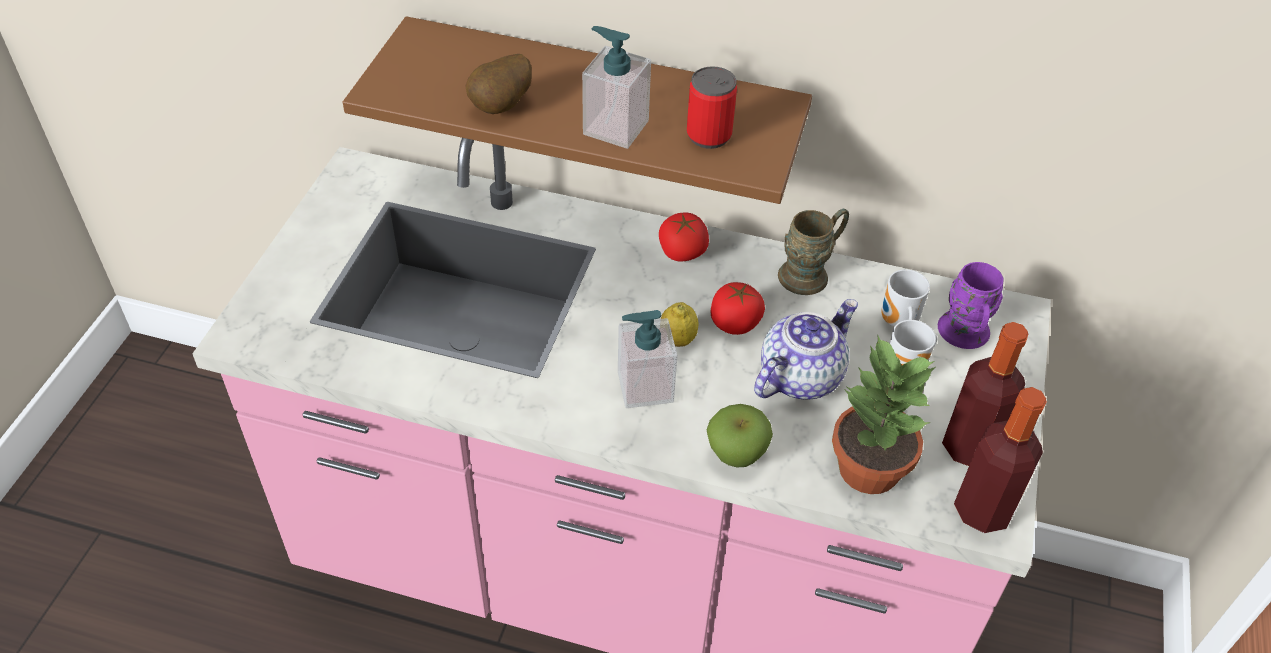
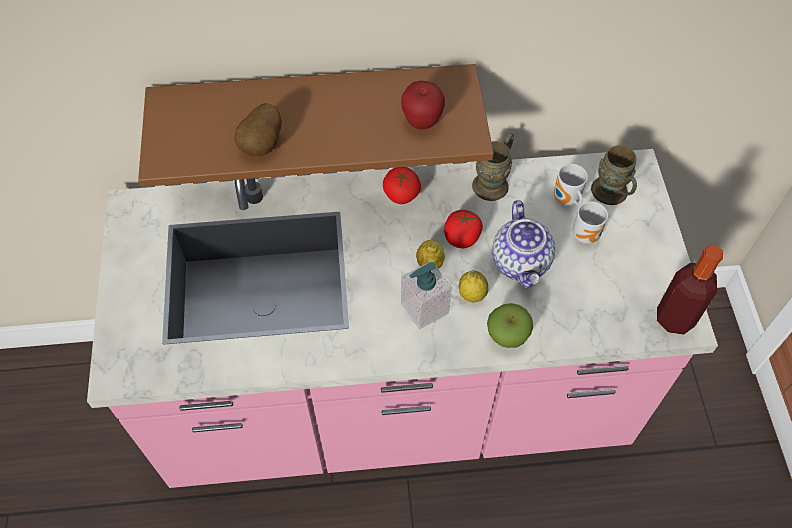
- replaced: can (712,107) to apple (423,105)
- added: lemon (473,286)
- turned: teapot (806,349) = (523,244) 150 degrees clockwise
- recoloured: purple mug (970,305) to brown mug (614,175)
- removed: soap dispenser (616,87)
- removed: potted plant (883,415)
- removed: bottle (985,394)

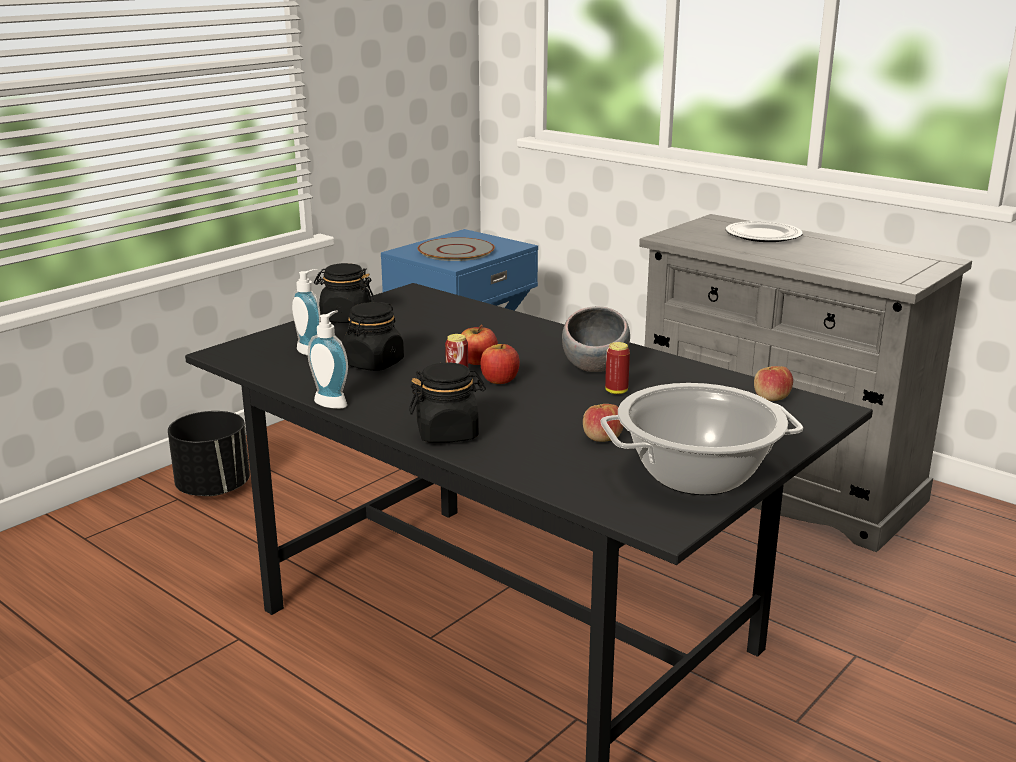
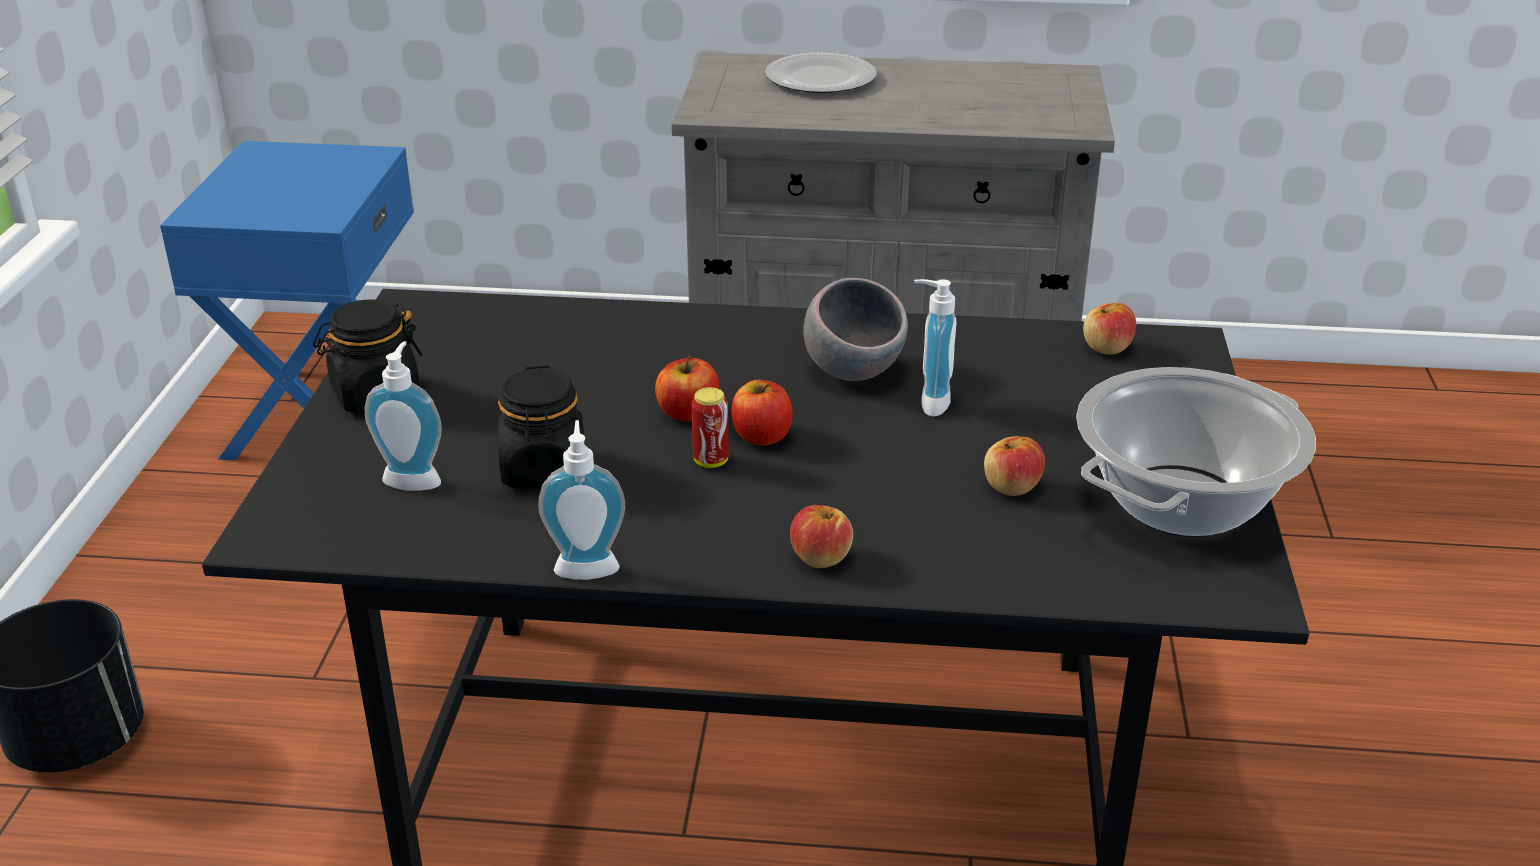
- replaced: black jar (447,402) to apple (821,536)
- replaced: can (617,368) to soap dispenser (935,348)
- removed: grey plate (456,249)

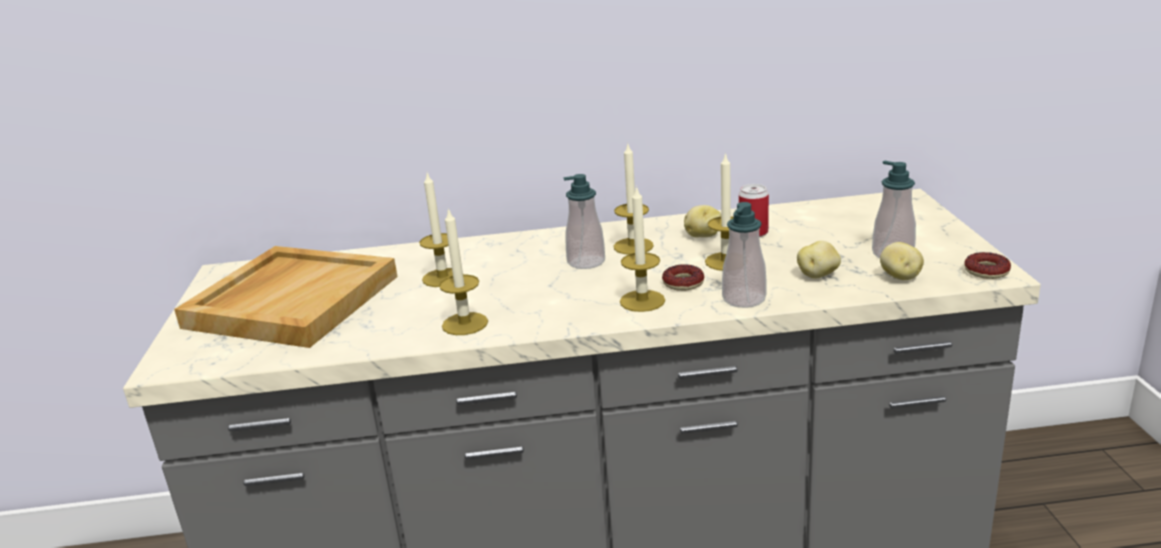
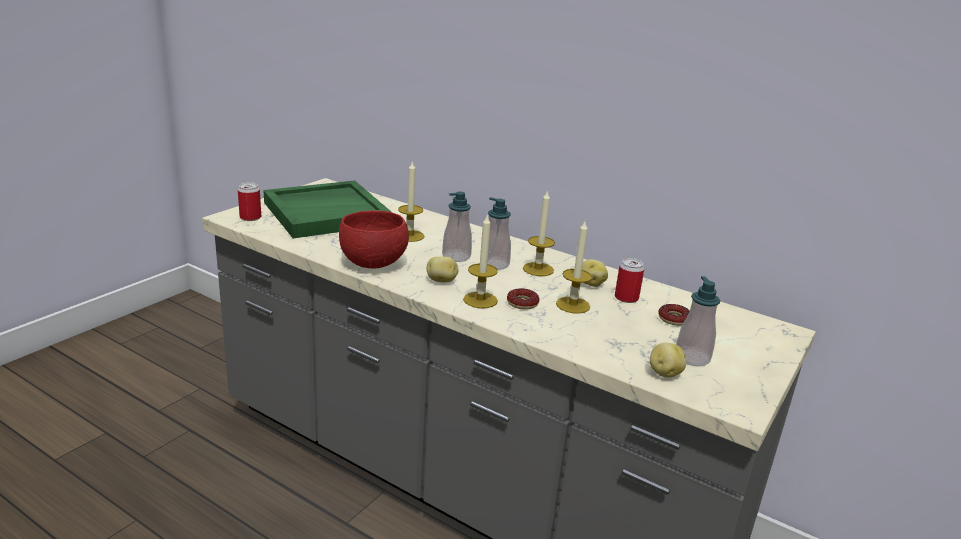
- added: can (249,201)
- recoloured: beige tray (286,297) to green tray (327,209)
- replaced: candle (463,271) to red bowl (374,239)
- moved: potato (819,260) to (443,270)
- moved: soap dispenser (744,255) to (457,227)
- moved: donut (987,265) to (674,315)

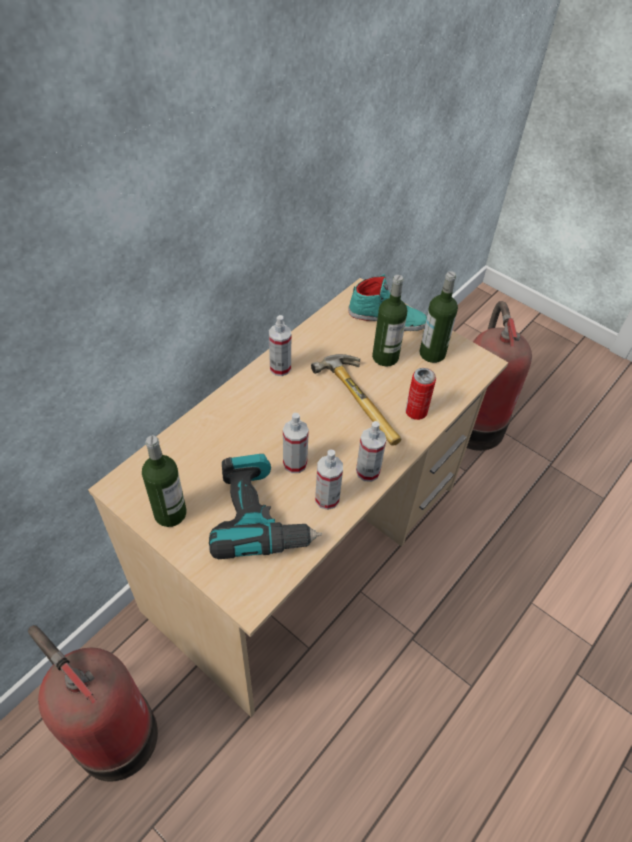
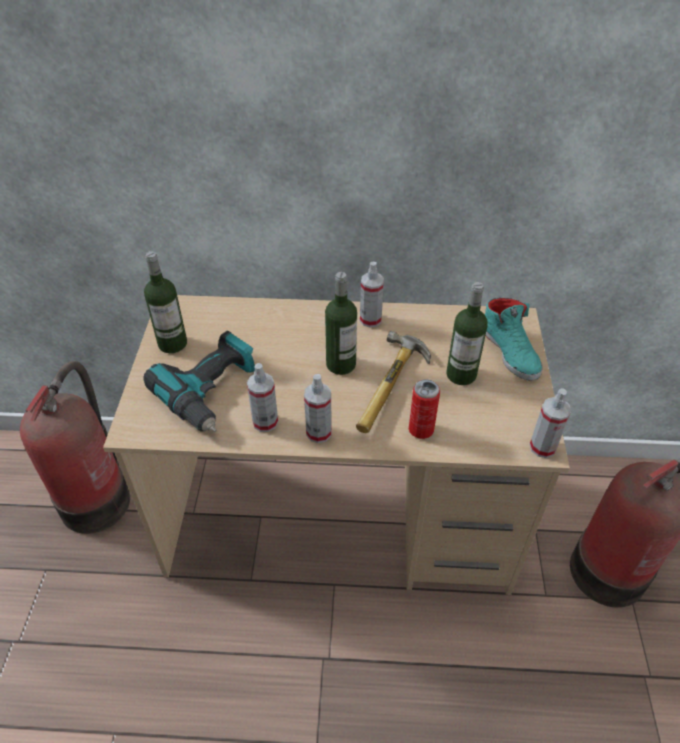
- moved: bottle (438,317) to (341,323)
- moved: spray bottle (296,443) to (550,423)

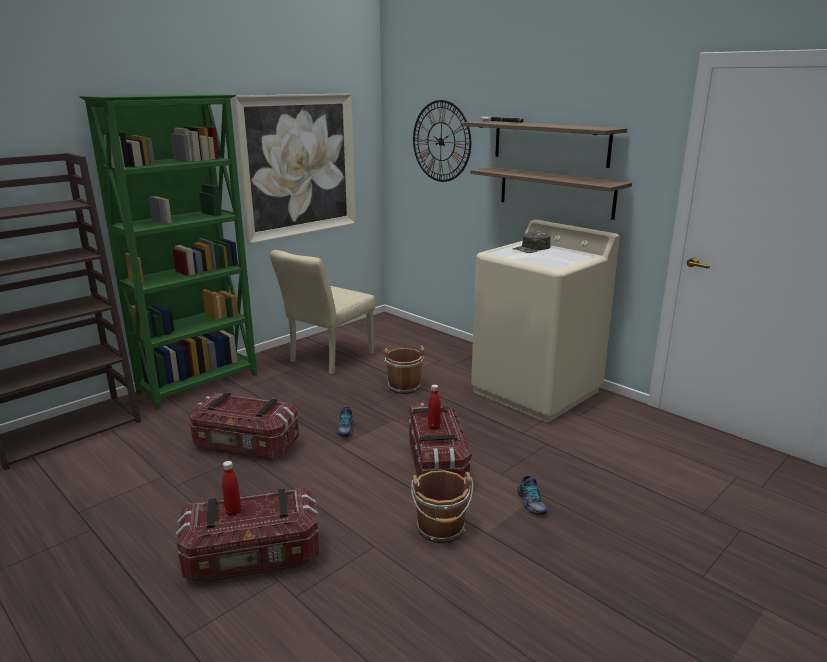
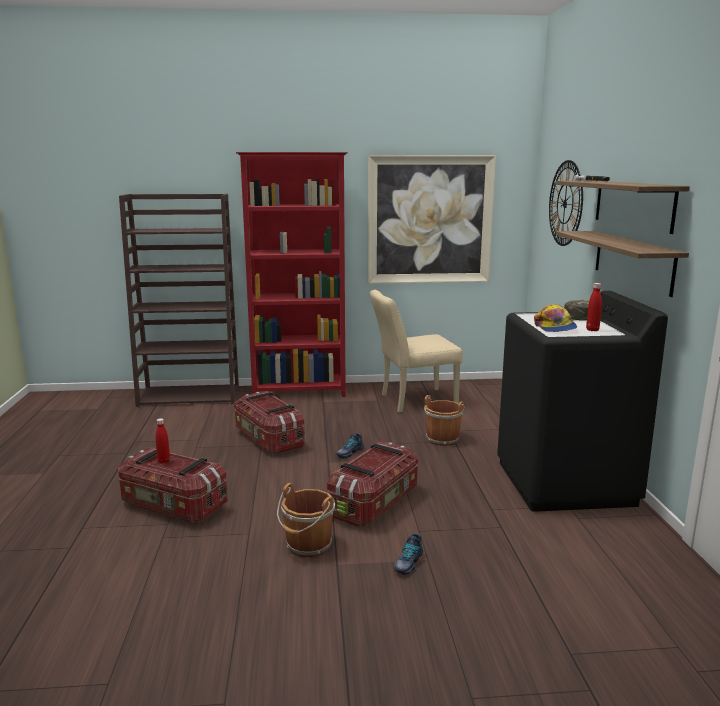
- recoloured: green bookcase (168,251) to red bookcase (292,274)
- recoloured: beige washing machine (545,321) to black washing machine (582,401)
- added: cap (555,318)
- moved: red bottle (434,407) to (594,307)

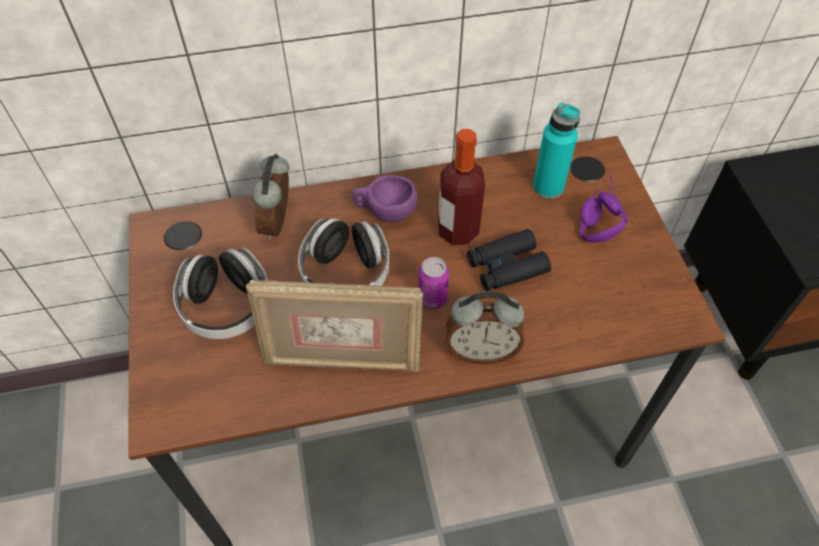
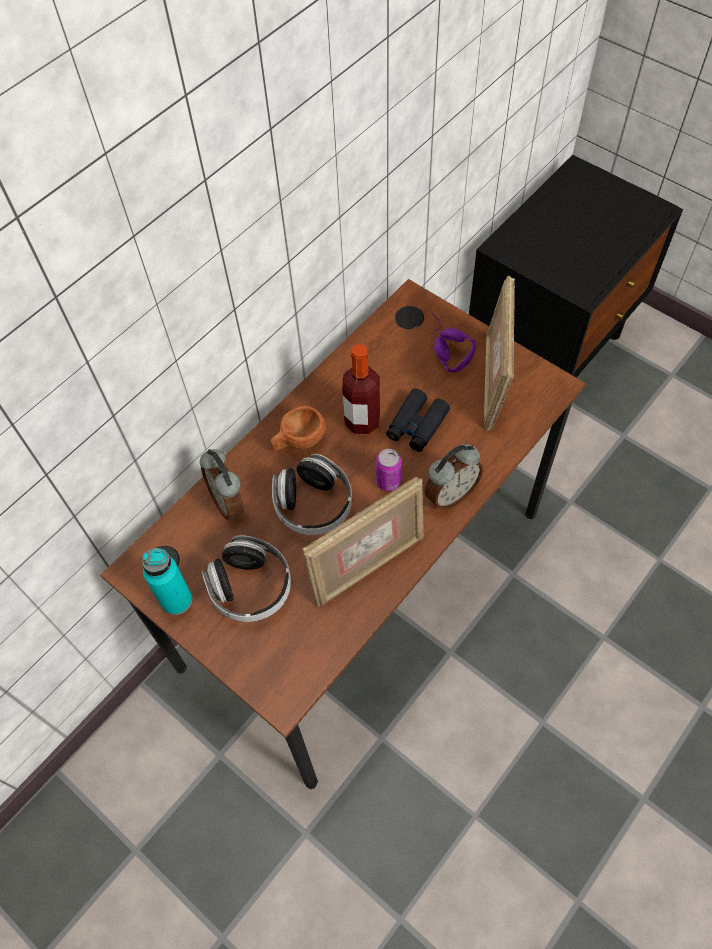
- moved: turquoise bottle (556,151) to (167,581)
- recoloured: purple cup (384,198) to brown cup (298,428)
- added: picture frame (499,353)

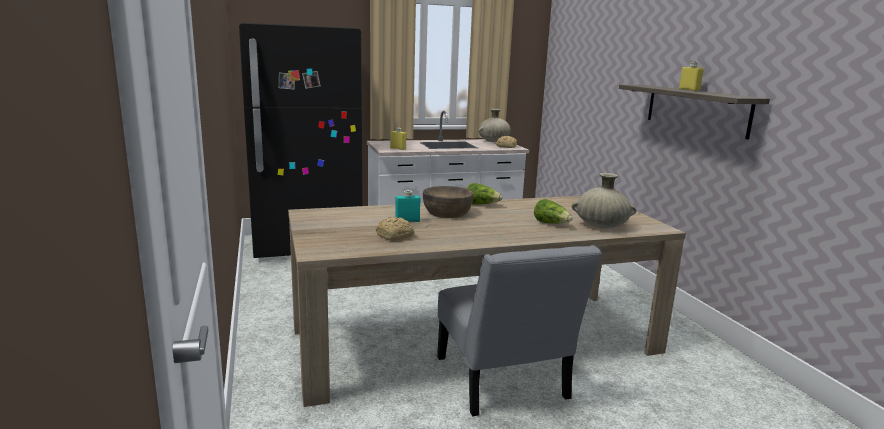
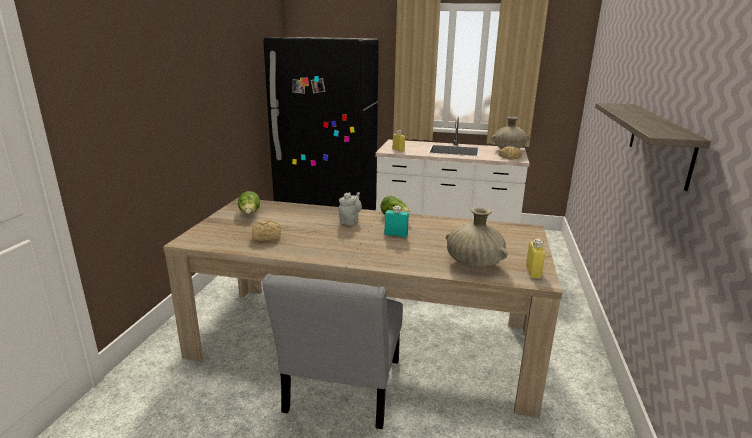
- moved: lettuce (553,211) to (249,202)
- replaced: brown bowl (448,202) to grey teapot (350,208)
- moved: turquoise bottle (407,206) to (396,222)
- moved: yellow bottle (691,76) to (535,259)

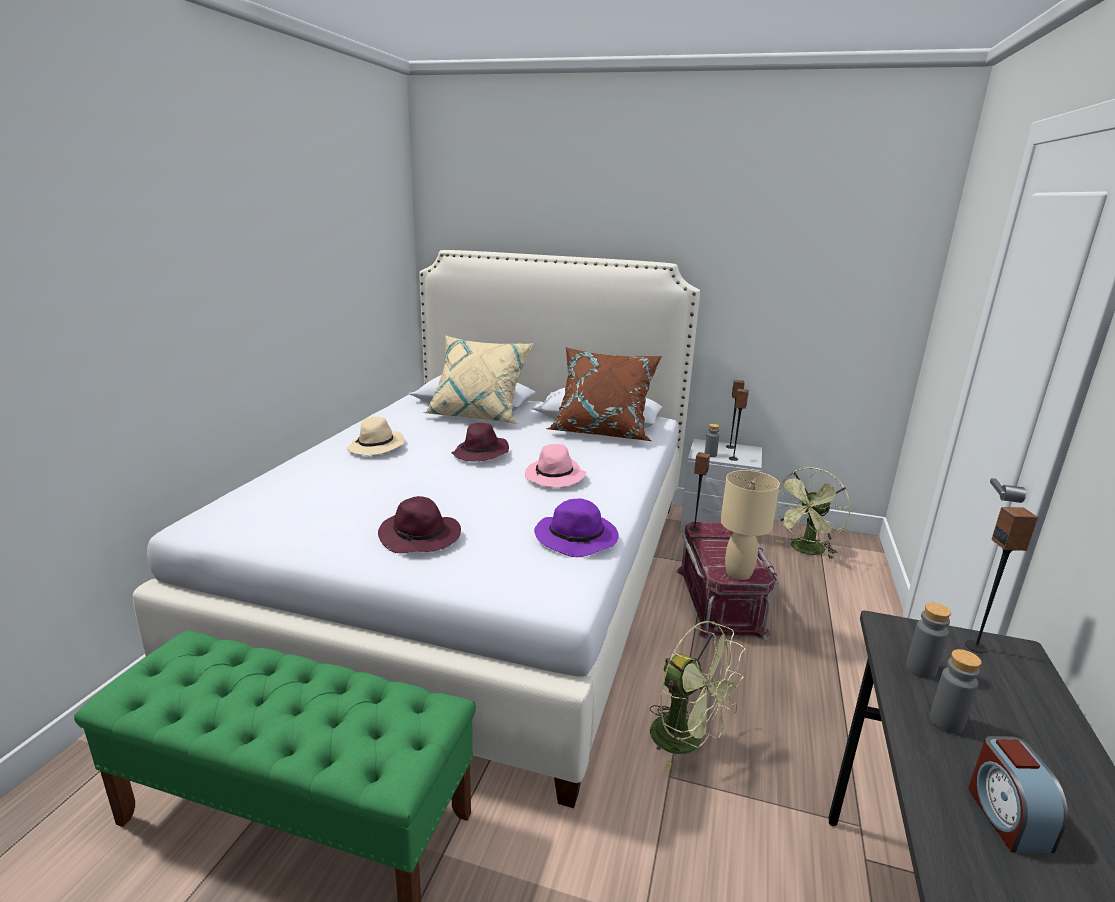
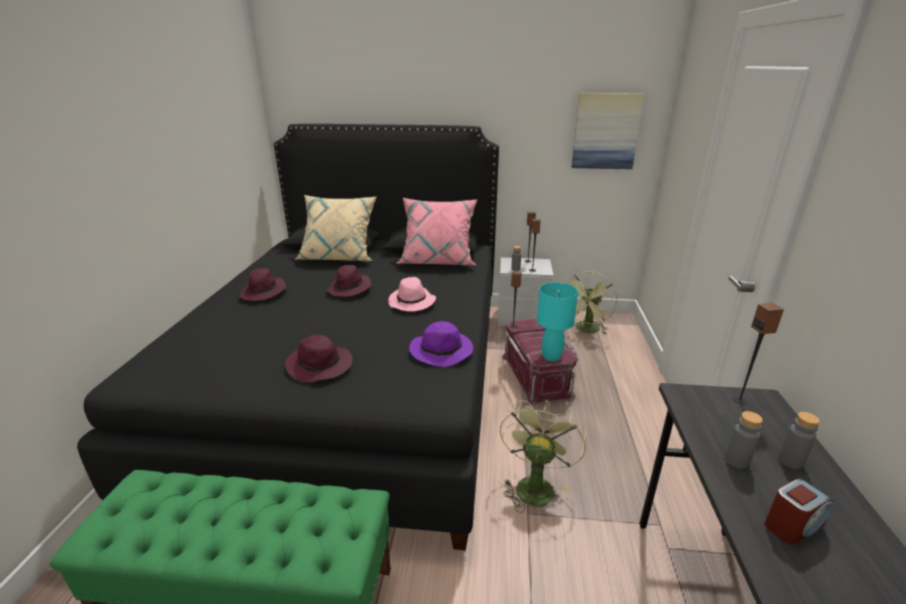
- recoloured: white bed (416,529) to black bed (288,337)
- recoloured: beige hat (375,436) to purple hat (262,284)
- recoloured: brown pillow (604,394) to pink pillow (437,231)
- turned: green fan (698,696) = (543,456) 105 degrees counterclockwise
- recoloured: beige table lamp (750,525) to turquoise table lamp (557,322)
- added: picture (608,131)
- turned: alarm clock (1018,794) = (799,512) 105 degrees counterclockwise
- moved: grey bottle (928,640) to (799,440)

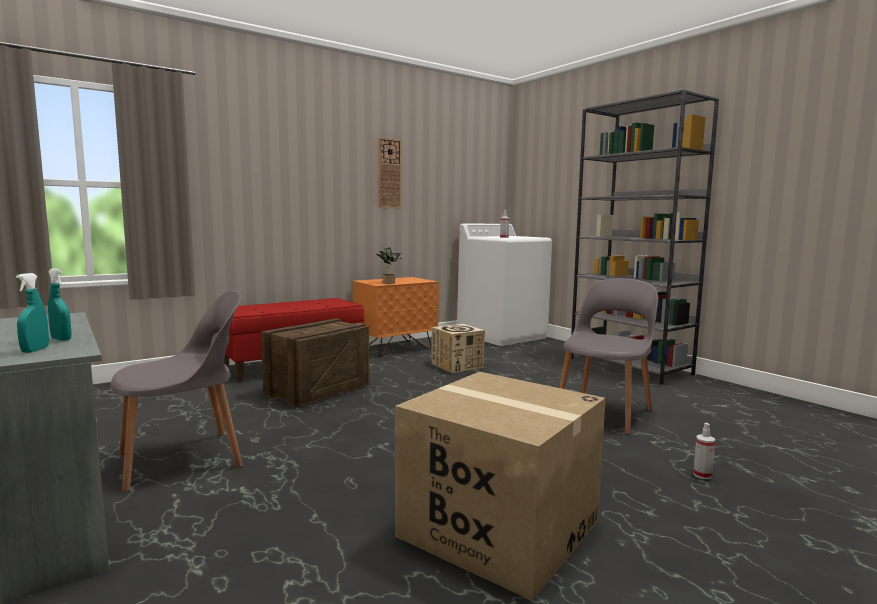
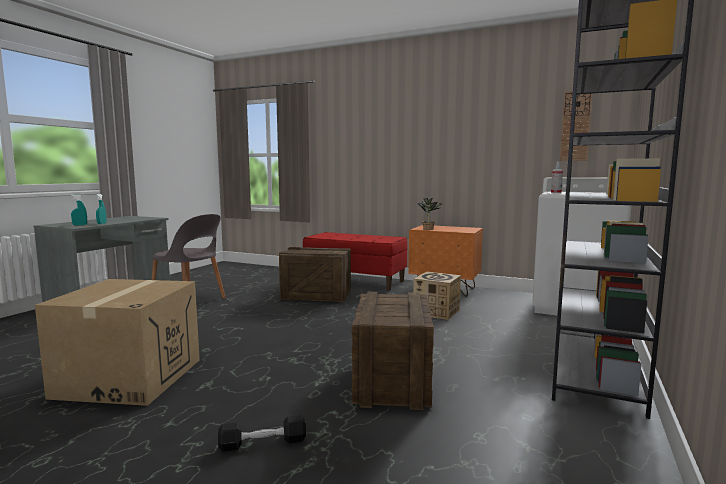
- replaced: spray bottle (704,451) to black dumbbell (262,433)
- replaced: grey chair (609,356) to crate (393,351)
- moved: wall clock (389,173) to (576,126)

